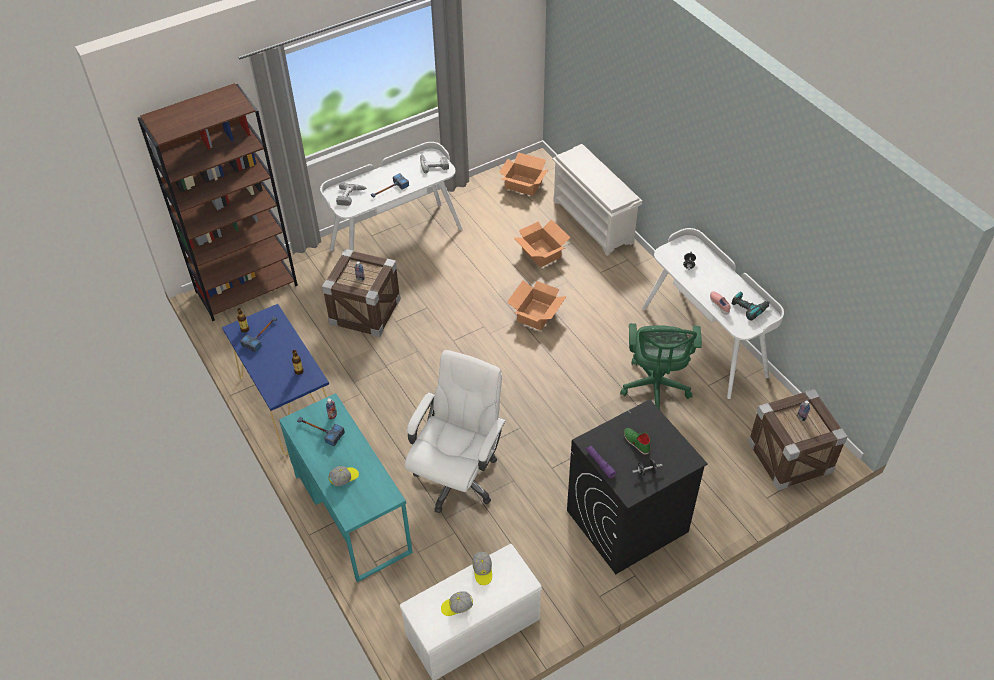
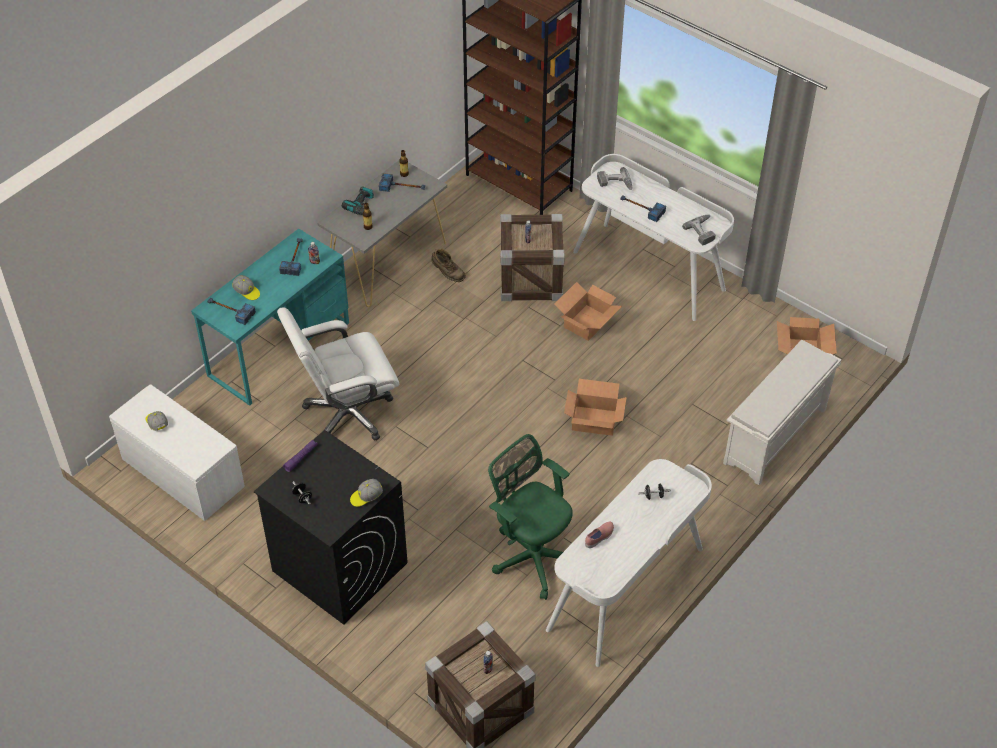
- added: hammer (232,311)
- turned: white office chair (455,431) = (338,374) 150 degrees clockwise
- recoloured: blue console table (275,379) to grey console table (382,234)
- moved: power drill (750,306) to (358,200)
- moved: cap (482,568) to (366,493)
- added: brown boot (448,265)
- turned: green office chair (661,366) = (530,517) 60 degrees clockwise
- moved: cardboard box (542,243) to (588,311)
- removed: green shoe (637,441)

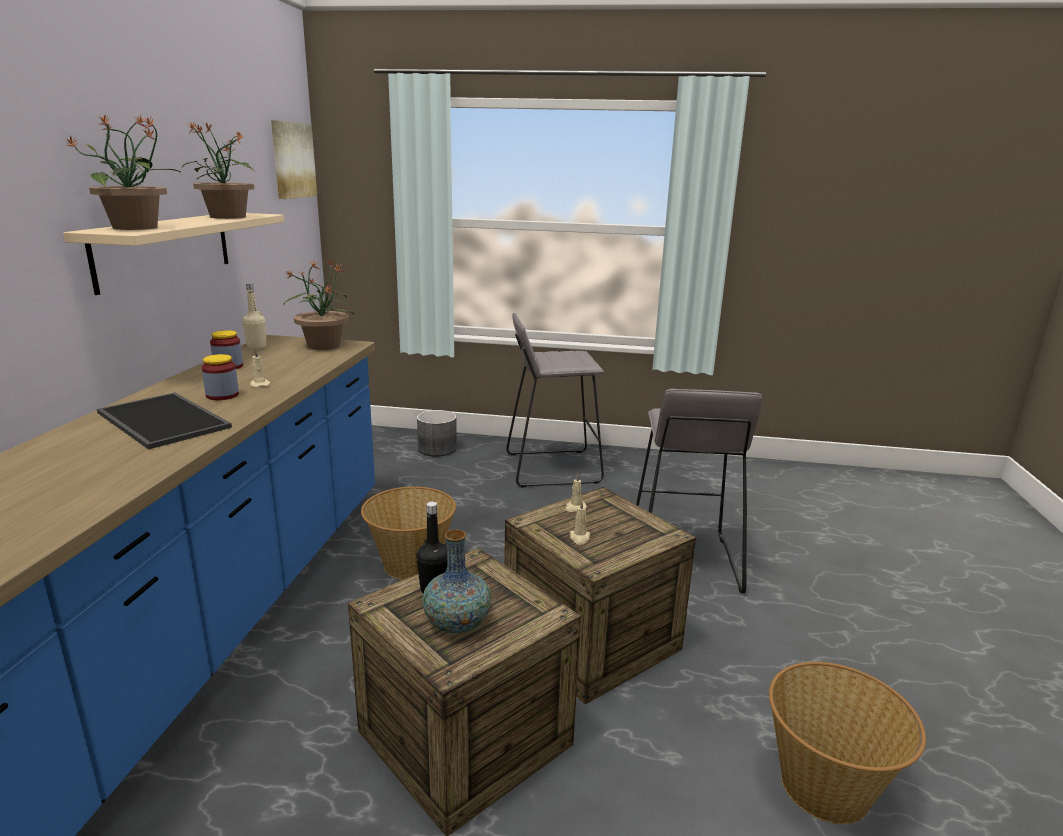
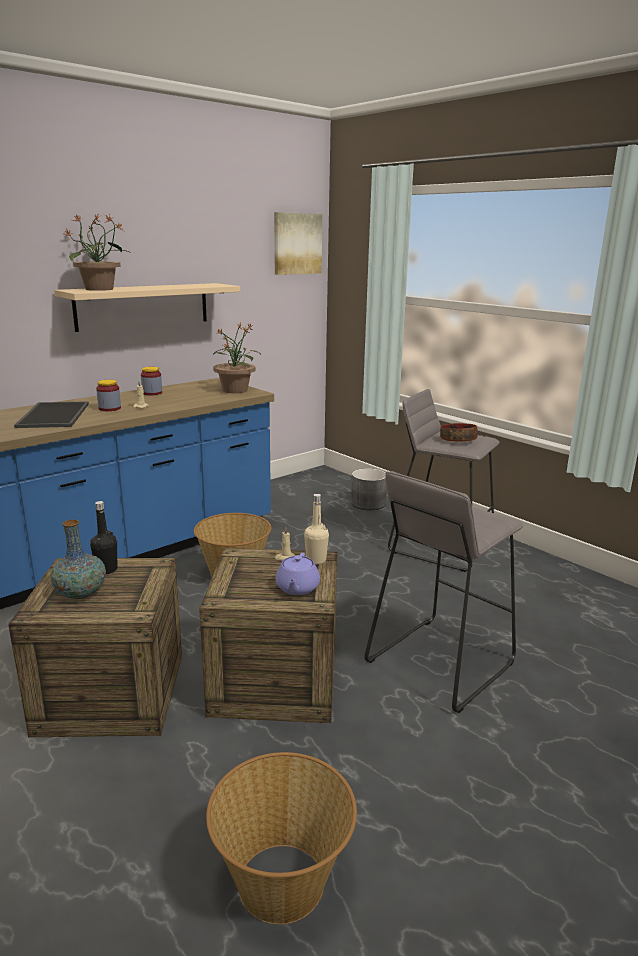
- added: purple teapot (298,574)
- moved: beige bottle (254,316) to (316,529)
- added: bowl (459,432)
- removed: potted plant (219,170)
- removed: beige candle (580,522)

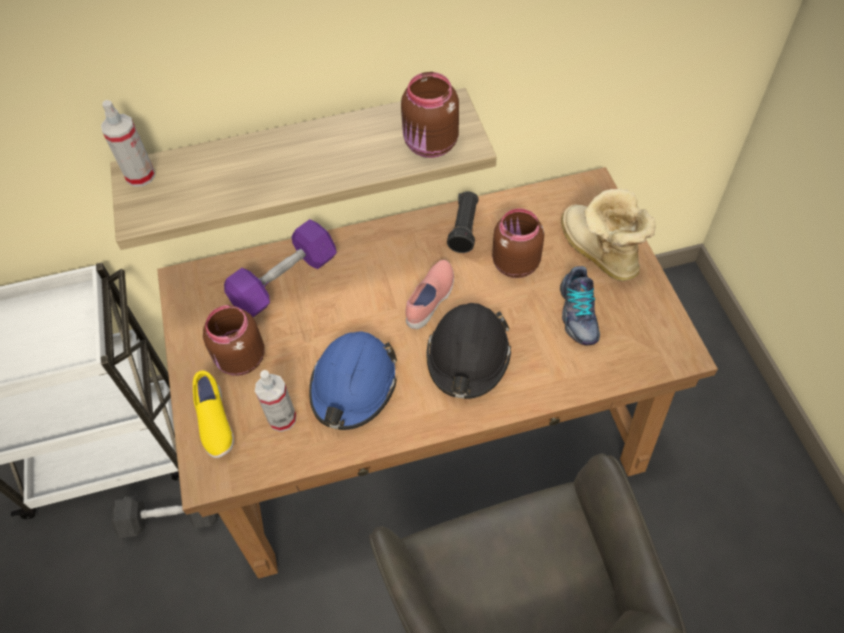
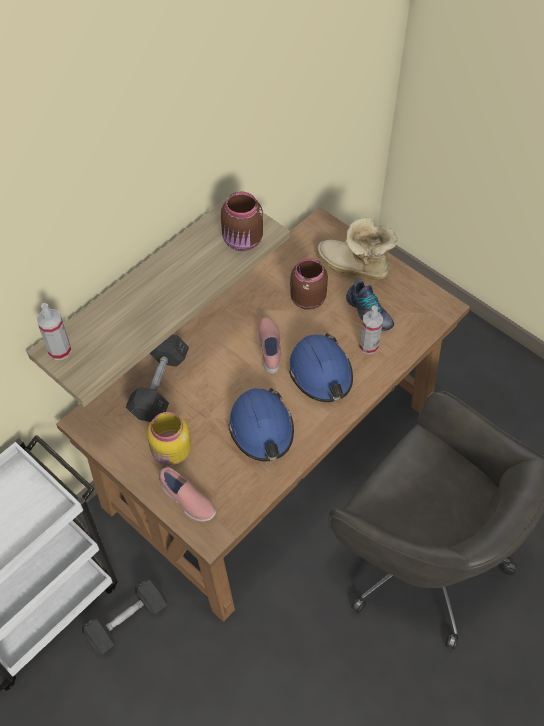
- recoloured: purple dumbbell (280,268) to grey dumbbell (157,378)
- recoloured: brown jar (233,340) to yellow jar (169,439)
- recoloured: yellow shoe (213,414) to pink shoe (187,494)
- recoloured: black hard hat (468,351) to blue hard hat (321,367)
- moved: spray bottle (275,401) to (371,330)
- removed: black flashlight (463,222)

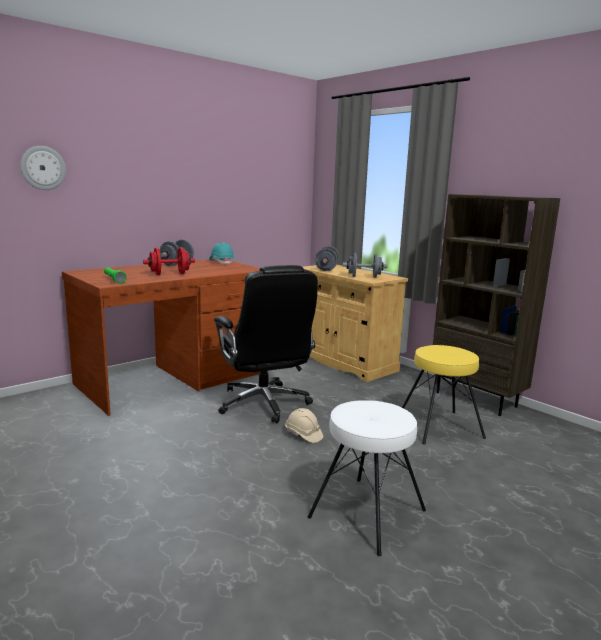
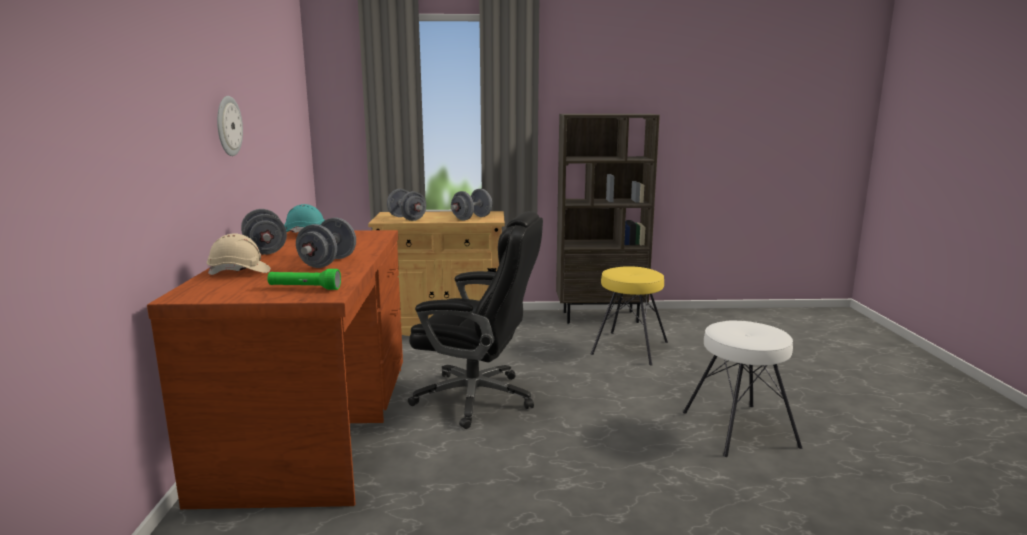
- moved: beige hard hat (304,425) to (239,254)
- moved: wall clock (43,168) to (230,126)
- recoloured: red dumbbell (169,261) to grey dumbbell (326,243)

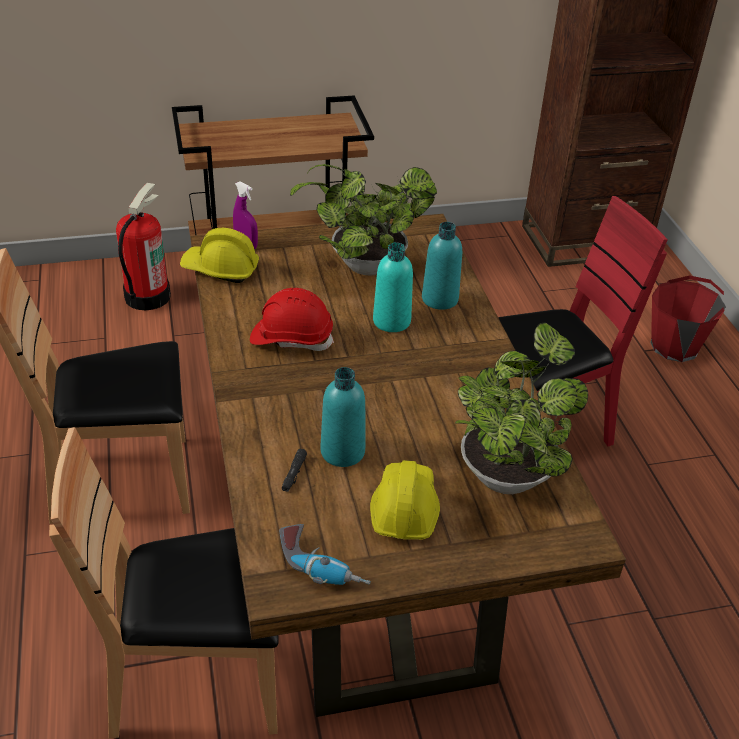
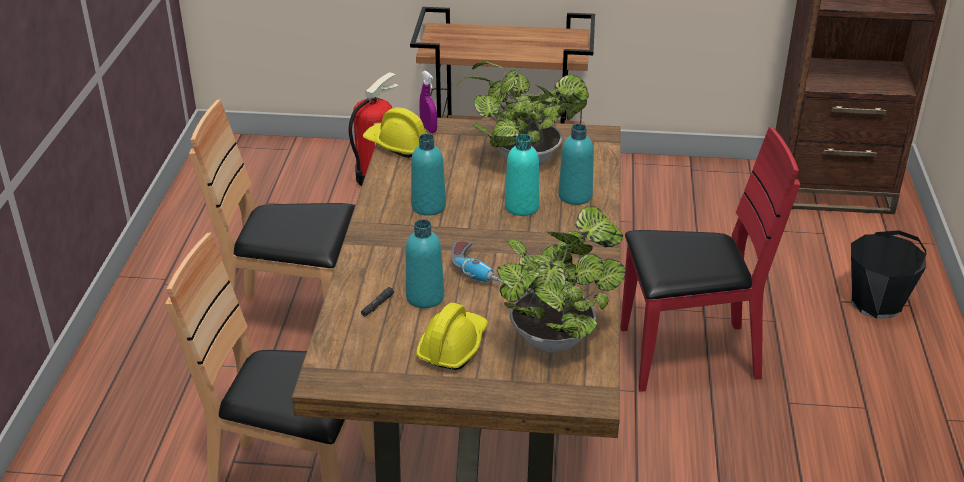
- replaced: red hard hat (292,319) to turquoise bottle (428,175)
- moved: power drill (325,554) to (477,262)
- recoloured: red bucket (688,319) to black bucket (889,274)

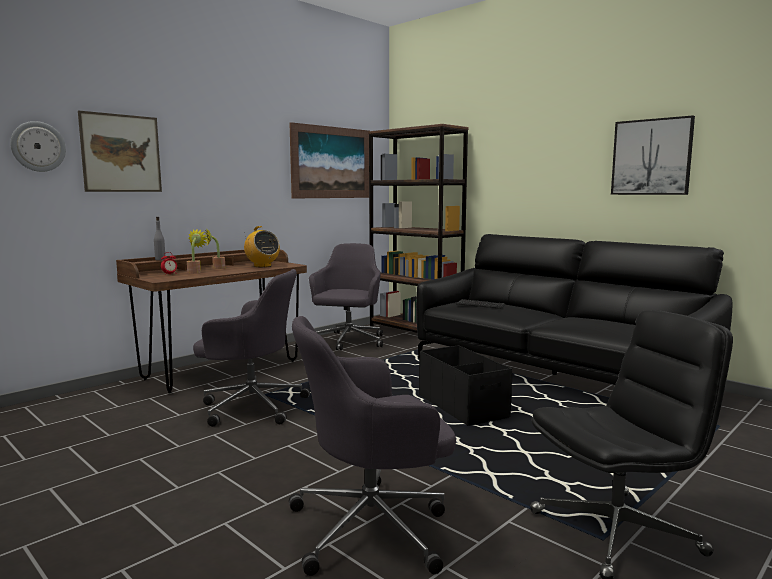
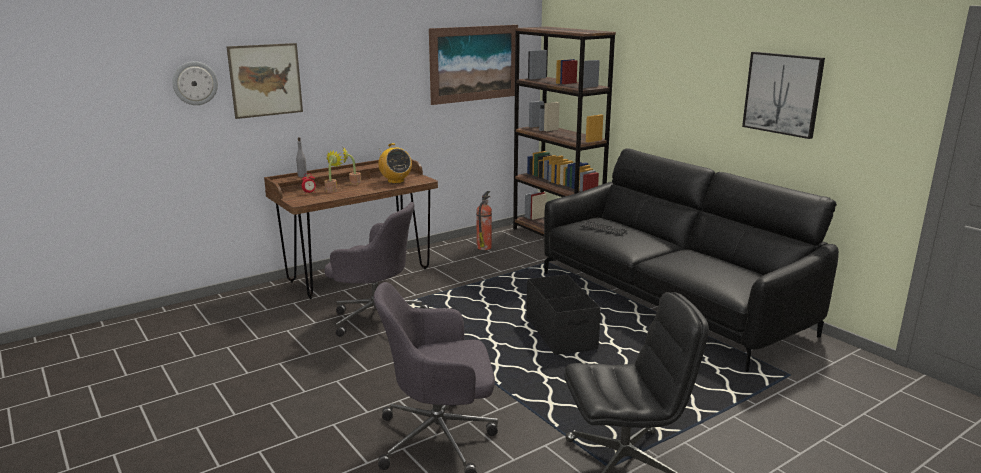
- replaced: grey office chair (346,297) to fire extinguisher (484,220)

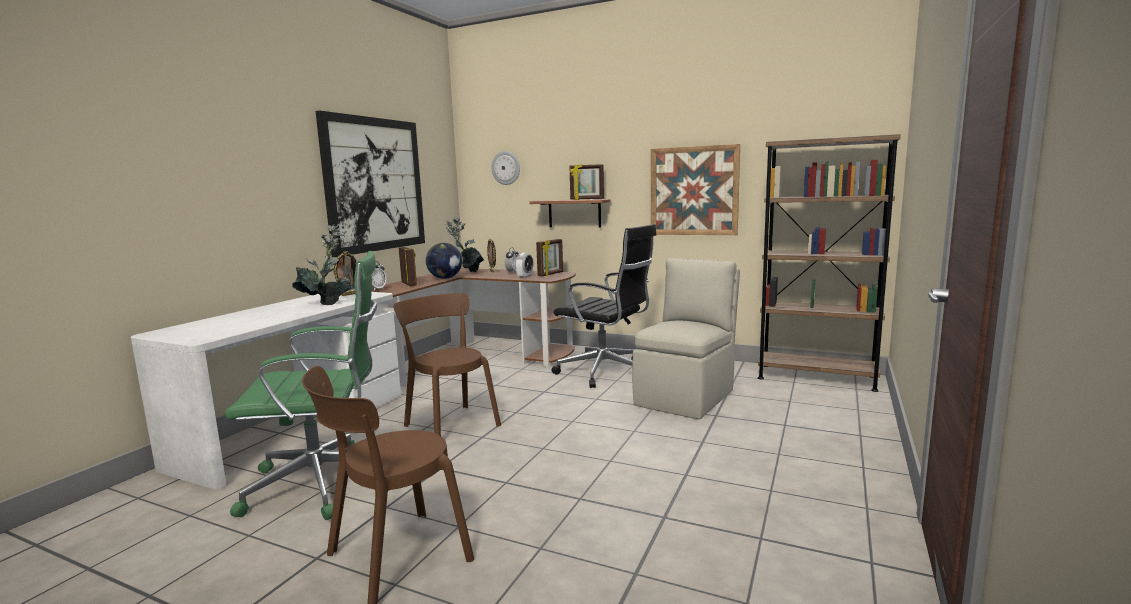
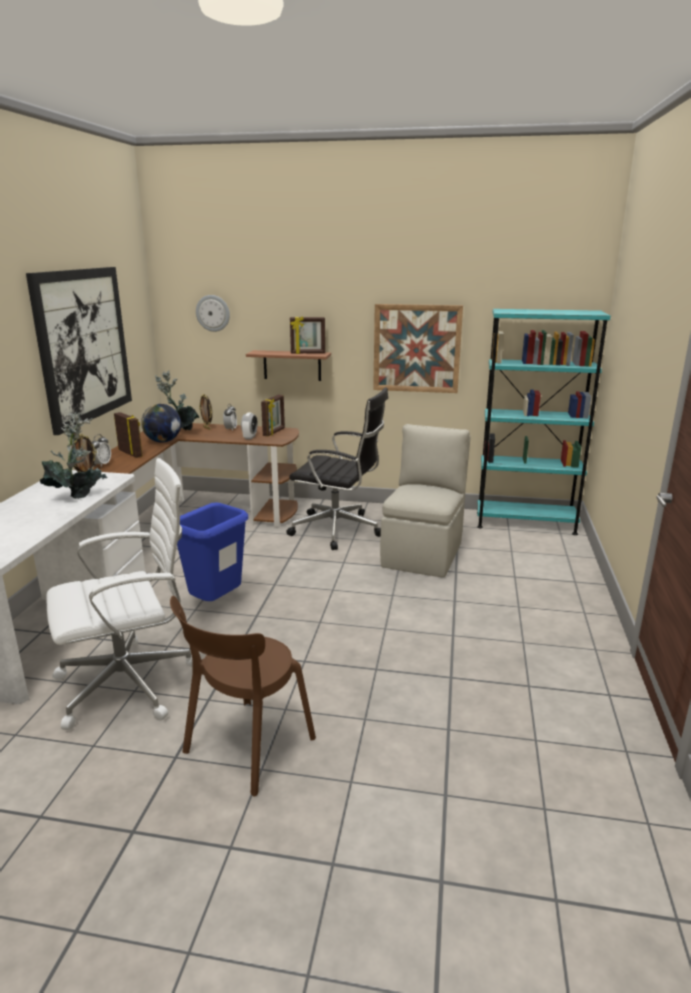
- recoloured: green office chair (301,385) to white office chair (119,594)
- replaced: brown chair (447,364) to blue trash can (212,552)
- recoloured: brown bookcase (829,263) to turquoise bookcase (544,422)

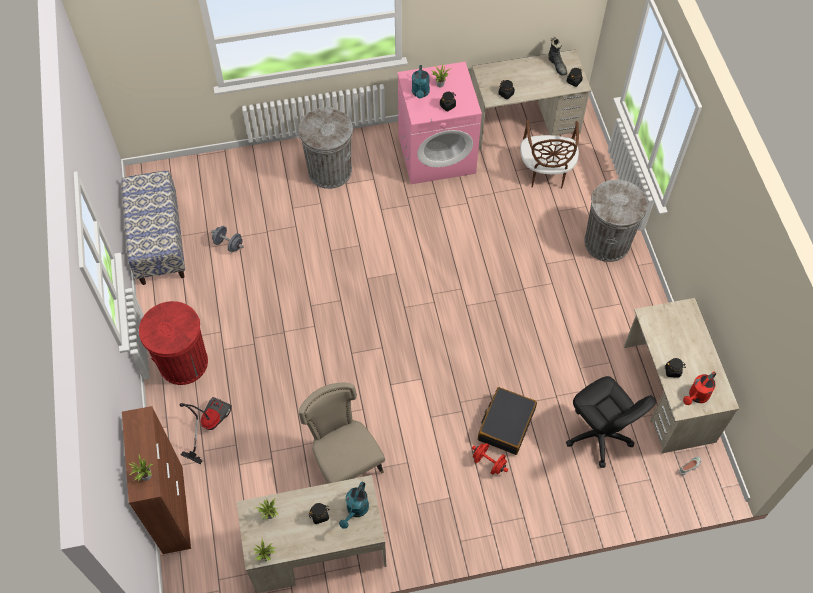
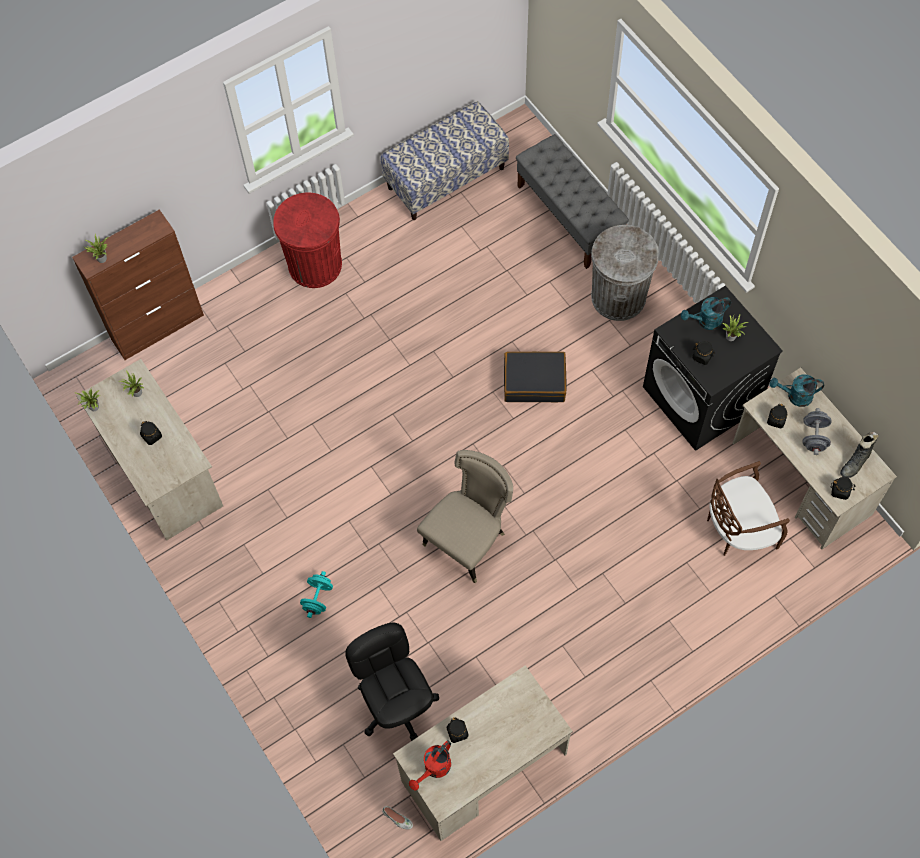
- recoloured: red dumbbell (490,459) to turquoise dumbbell (316,594)
- turned: black office chair (611,422) = (392,682) 120 degrees clockwise
- turned: red watering can (699,388) = (430,765) 75 degrees counterclockwise
- moved: beige chair (342,433) to (465,516)
- moved: black suitcase (507,421) to (535,376)
- added: grey bench (572,201)
- recoloured: pink washing machine (439,123) to black washing machine (713,368)
- moved: turquoise watering can (354,505) to (797,390)
- moved: grey dumbbell (227,239) to (816,431)
- removed: vacuum cleaner (205,430)
- removed: grey trash can (616,221)

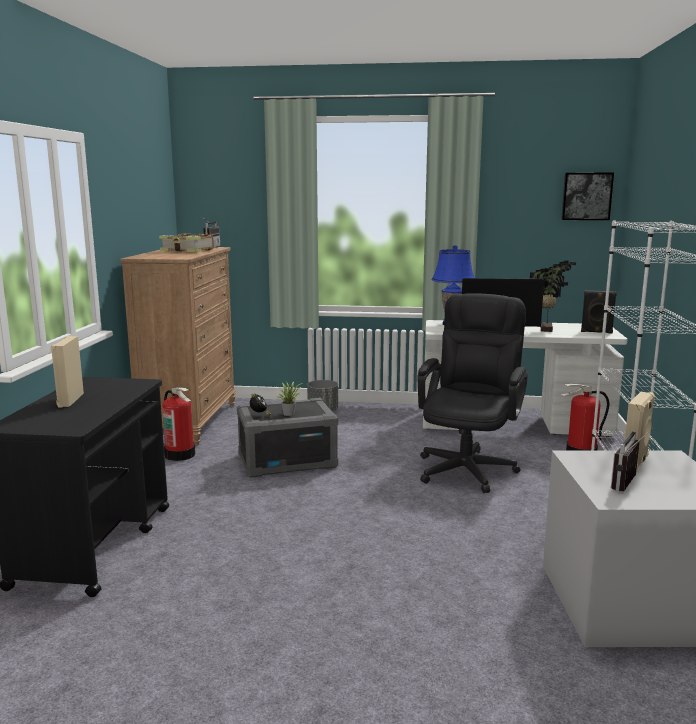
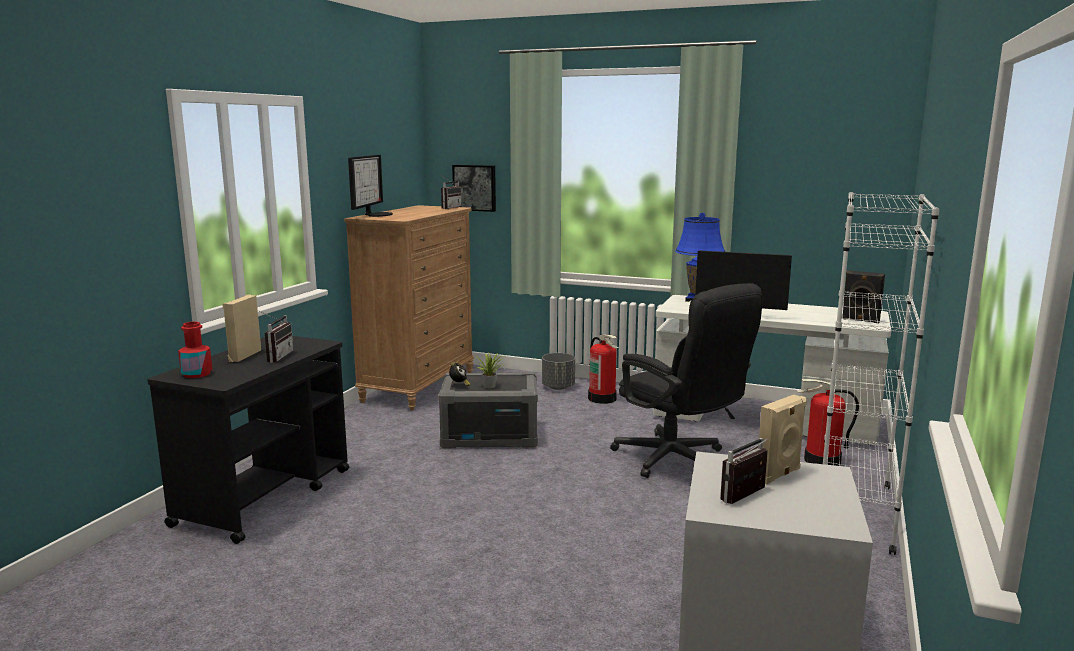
- added: red bottle (195,350)
- added: radio (276,337)
- added: monitor (370,186)
- moved: picture (587,196) to (474,188)
- moved: fire extinguisher (178,424) to (603,369)
- turned: black office chair (472,393) = (686,380) 105 degrees clockwise
- removed: book (186,242)
- removed: potted plant (553,296)

